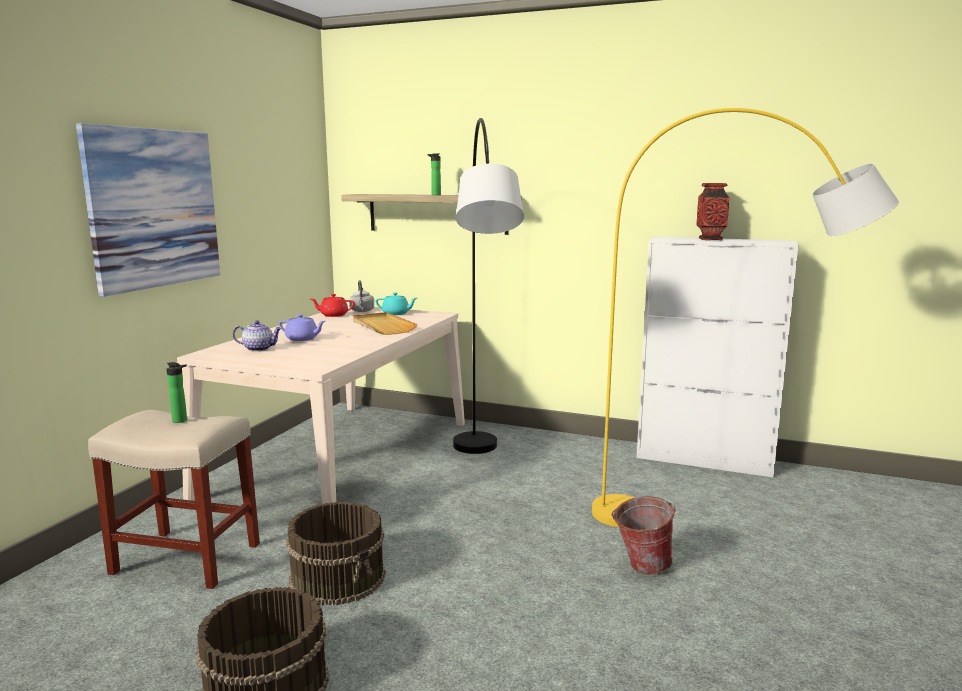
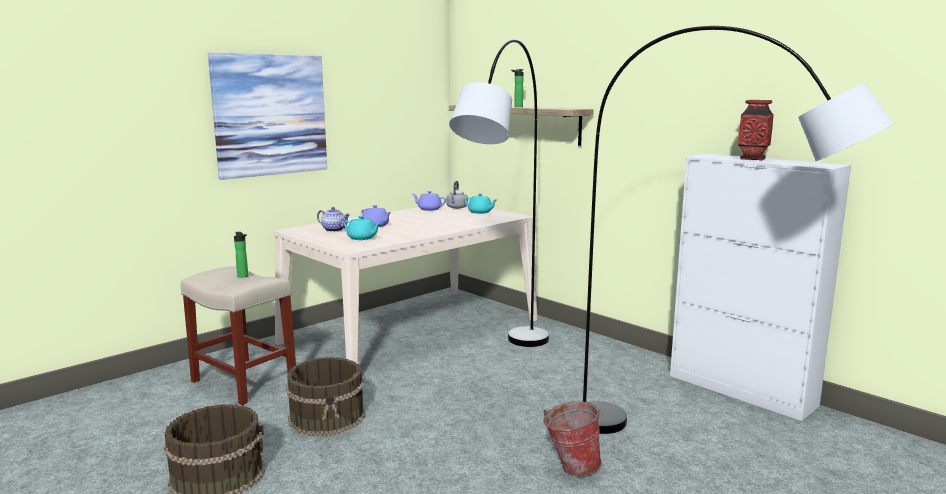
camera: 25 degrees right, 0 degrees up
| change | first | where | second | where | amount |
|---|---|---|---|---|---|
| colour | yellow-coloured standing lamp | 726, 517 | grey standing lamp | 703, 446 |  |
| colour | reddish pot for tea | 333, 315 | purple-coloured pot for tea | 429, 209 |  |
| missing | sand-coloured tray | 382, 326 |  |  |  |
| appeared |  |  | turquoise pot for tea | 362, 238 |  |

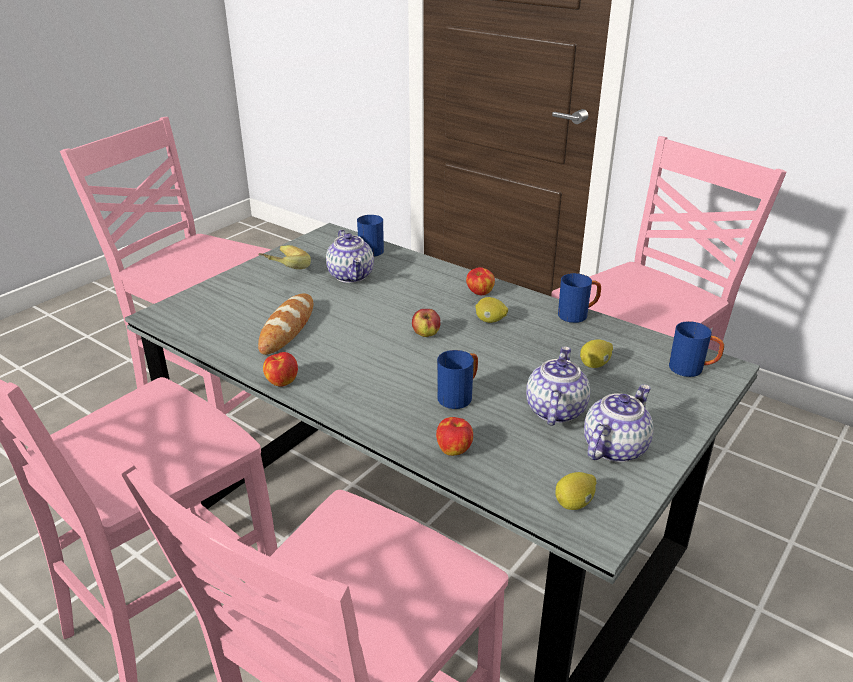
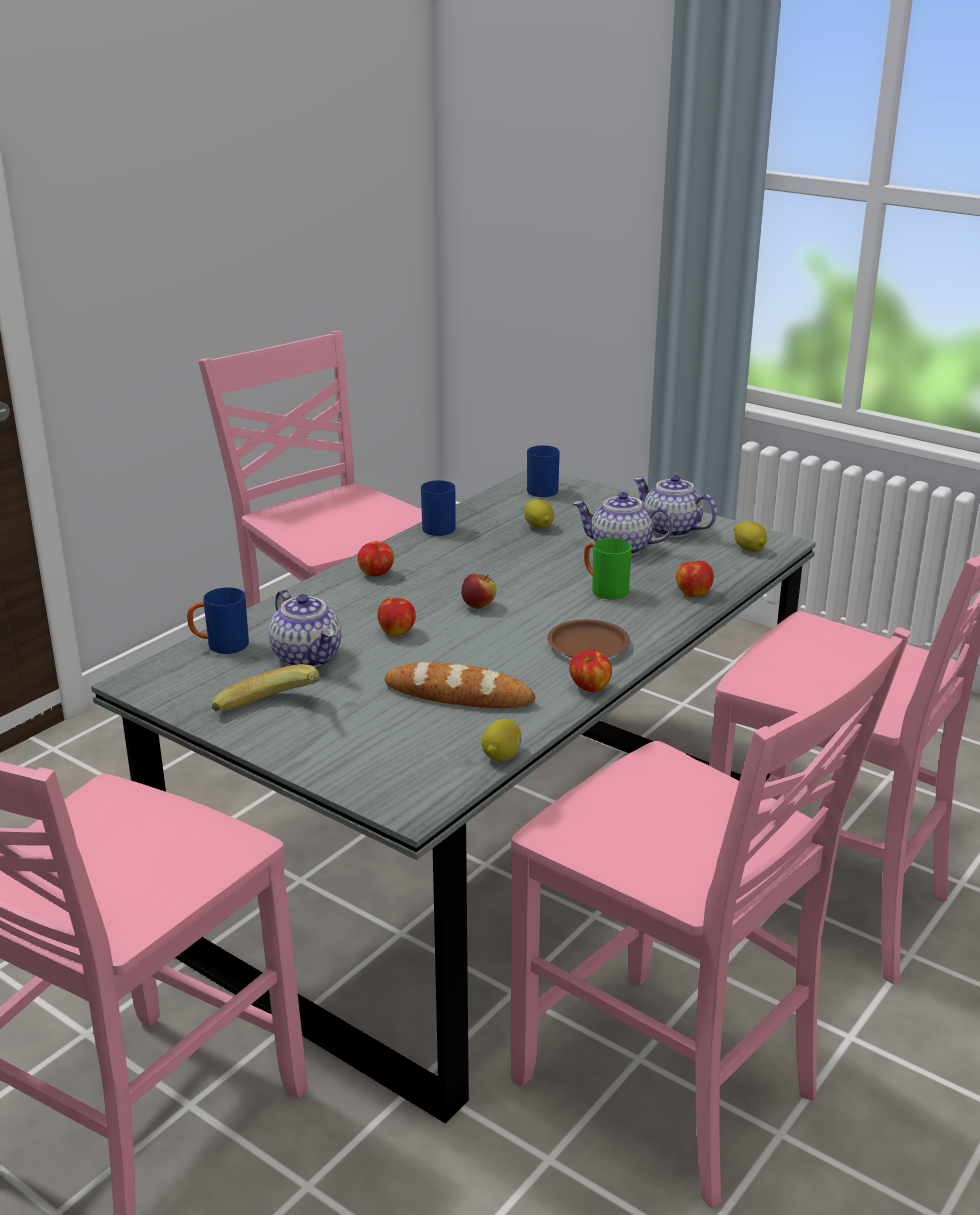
camera: 90 degrees left, 5 degrees down
| change | first | where | second | where | amount |
|---|---|---|---|---|---|
| spun | pot for tea | 351, 276 |  | 308, 657 | 75 degrees clockwise |
| relocated | lemon | 490, 321 |  | 502, 755 |  |
| colour | bluish coffee mug | 459, 396 | greenish coffee mug | 604, 589 |  |
| appeared |  |  | apple | 397, 632 |  |
| appeared |  |  | brown-coloured plate | 587, 645 |  |

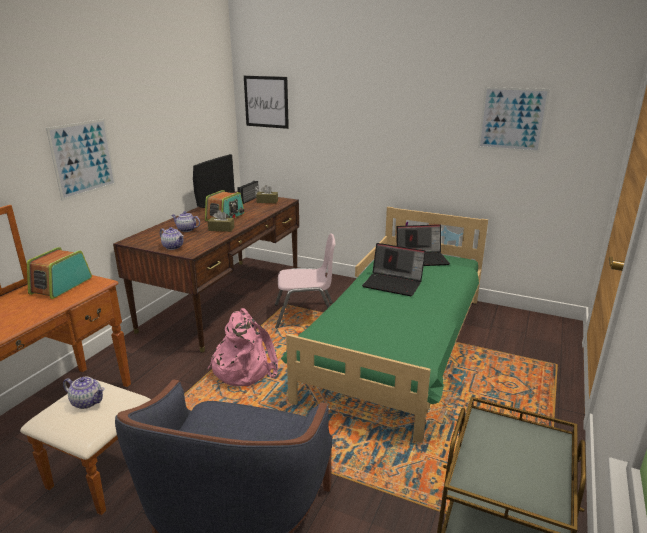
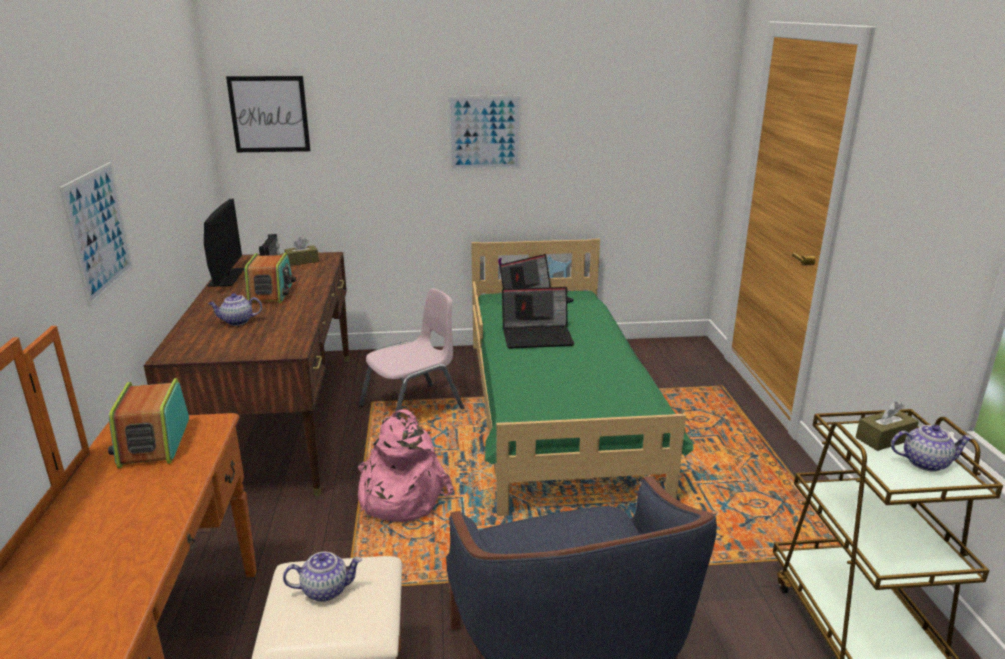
camera: 30 degrees left, 0 degrees up
| change | first | where | second | where | amount |
|---|---|---|---|---|---|
| relocated | picture | 512, 119 |  | 485, 133 |  |
| relocated | brown-coloured tissue holder | 221, 229 |  | 884, 439 |  |
| relocated | pot for tea | 173, 247 |  | 925, 462 |  |

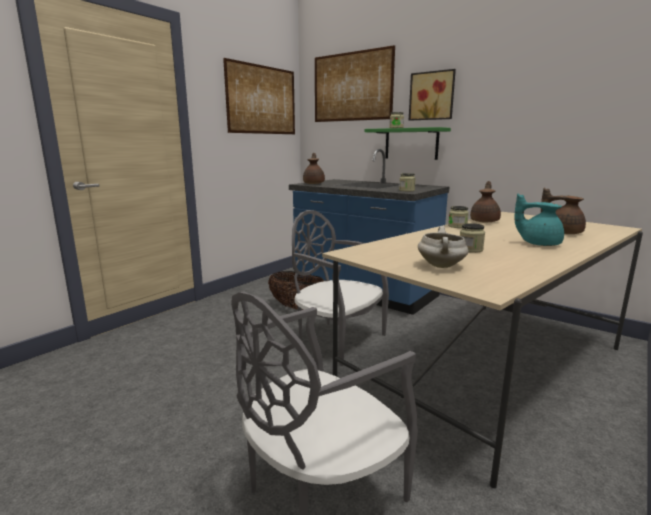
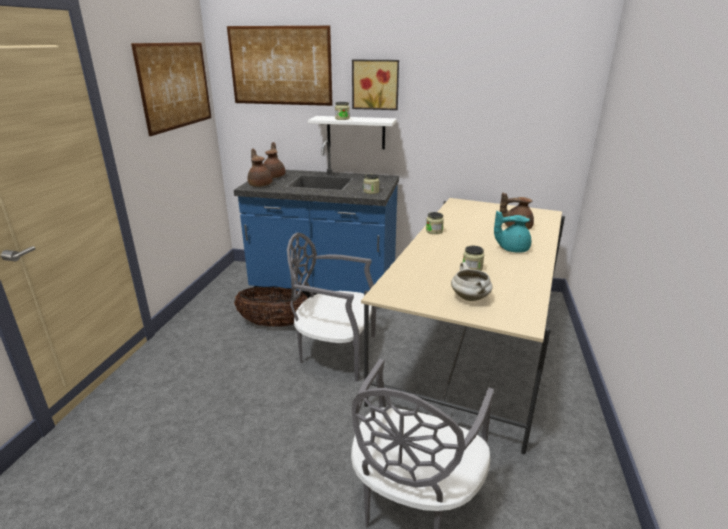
camera: 25 degrees left, 10 degrees up
| change | first | where | second | where | amount |
|---|---|---|---|---|---|
| colour | greenish bracket shelf | 411, 144 | white-coloured bracket shelf | 356, 132 |  |
| relocated | brown-coloured pot for tea | 485, 221 |  | 274, 176 |  |

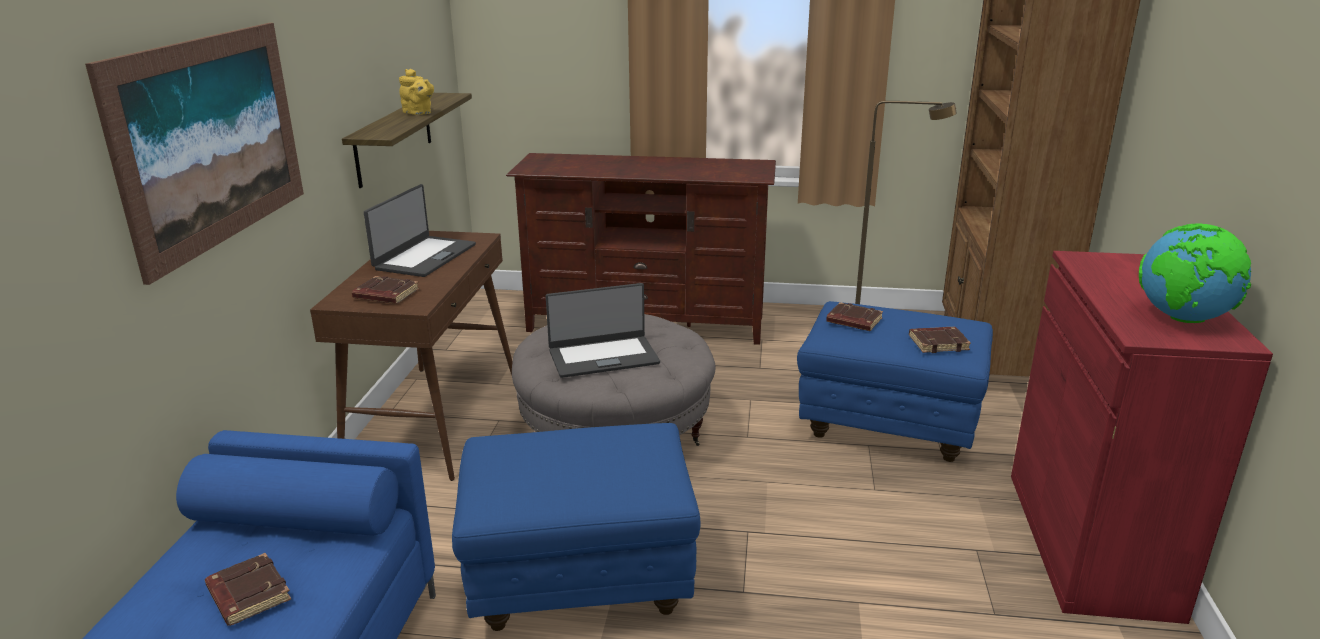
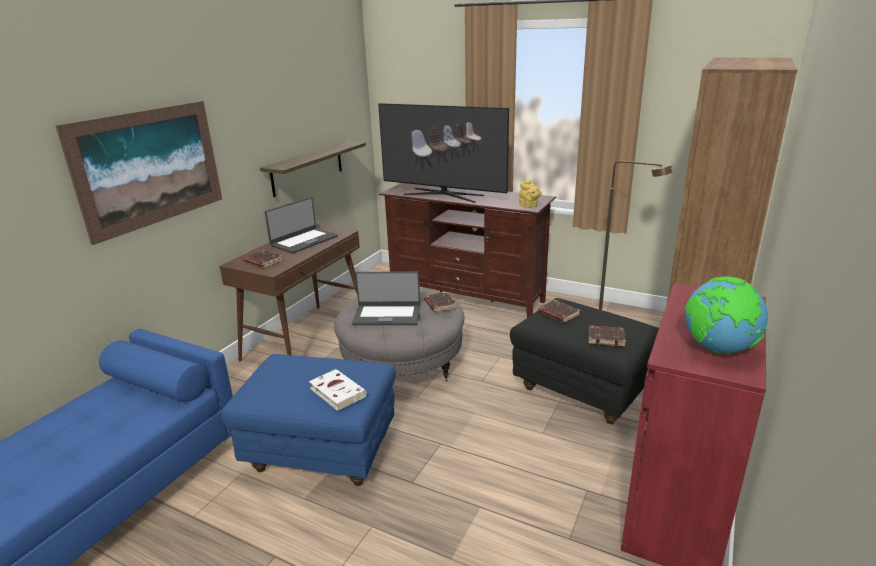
camera: 20 degrees right, 0 degrees up
| change | first | where | second | where | amount |
|---|---|---|---|---|---|
| relocated | yellow-coloured pot for tea | 419, 113 |  | 529, 206 |  |
| colour | bluish footrest | 889, 427 | black footrest | 582, 391 |  |
| relocated | brown-coloured book | 247, 594 |  | 439, 304 |  |
| appeared |  |  | television | 443, 195 |  |
| appeared |  |  | white-coloured book | 336, 392 |  |

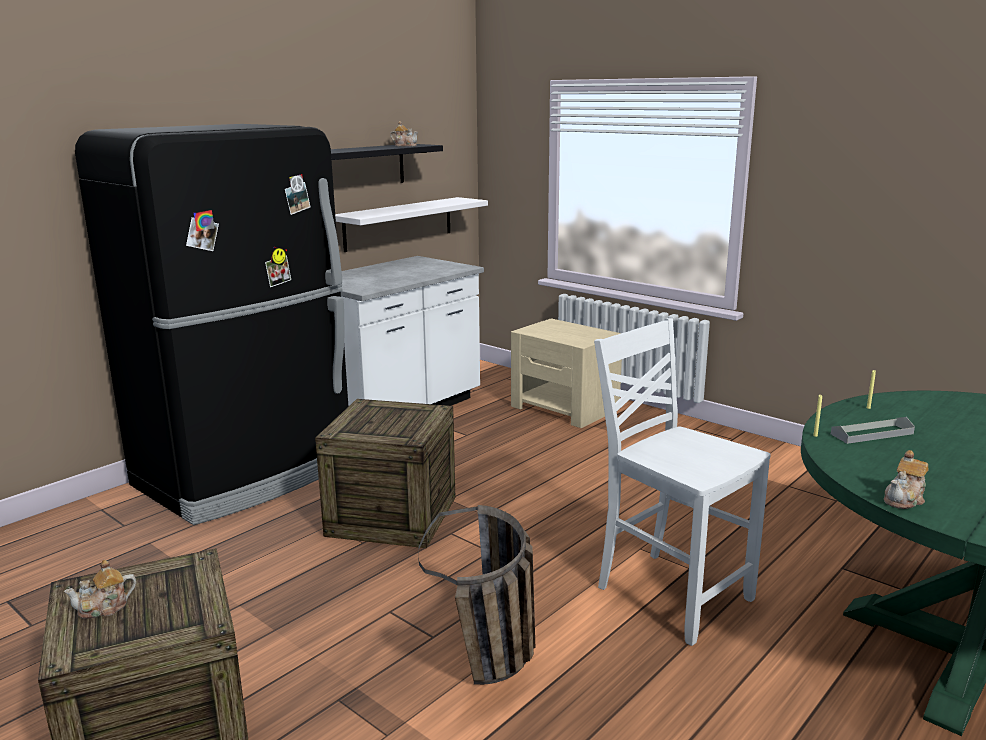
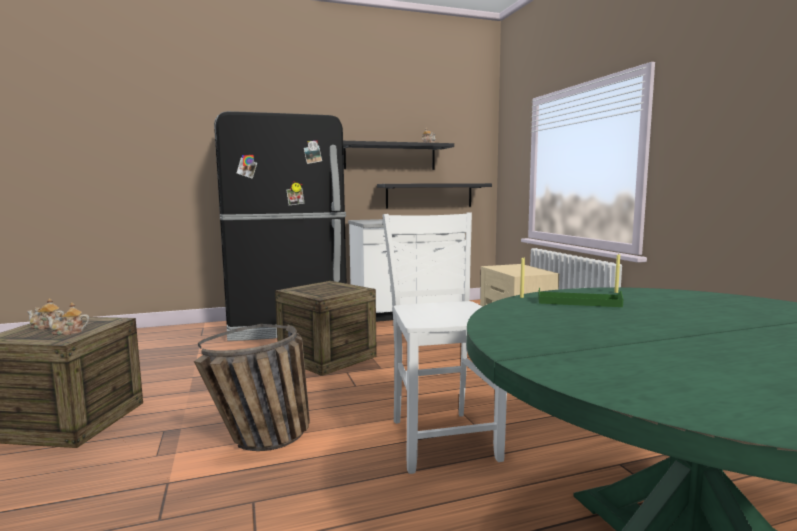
camera: 30 degrees right, 10 degrees down
| change | first | where | second | where | amount |
|---|---|---|---|---|---|
| colour | white-coloured bracket shelf | 399, 223 | black bracket shelf | 429, 195 |  |
| colour | grey tray | 872, 434 | greenish tray | 578, 302 |  |
| relocated | pot for tea | 904, 499 |  | 68, 332 |  |

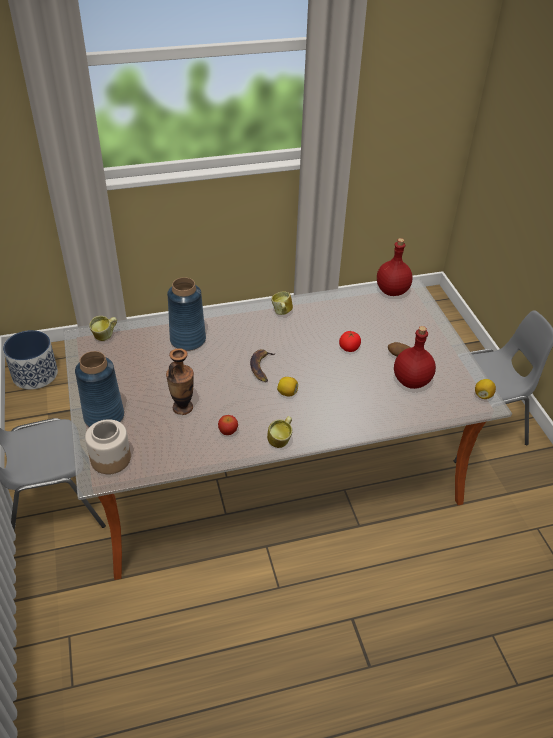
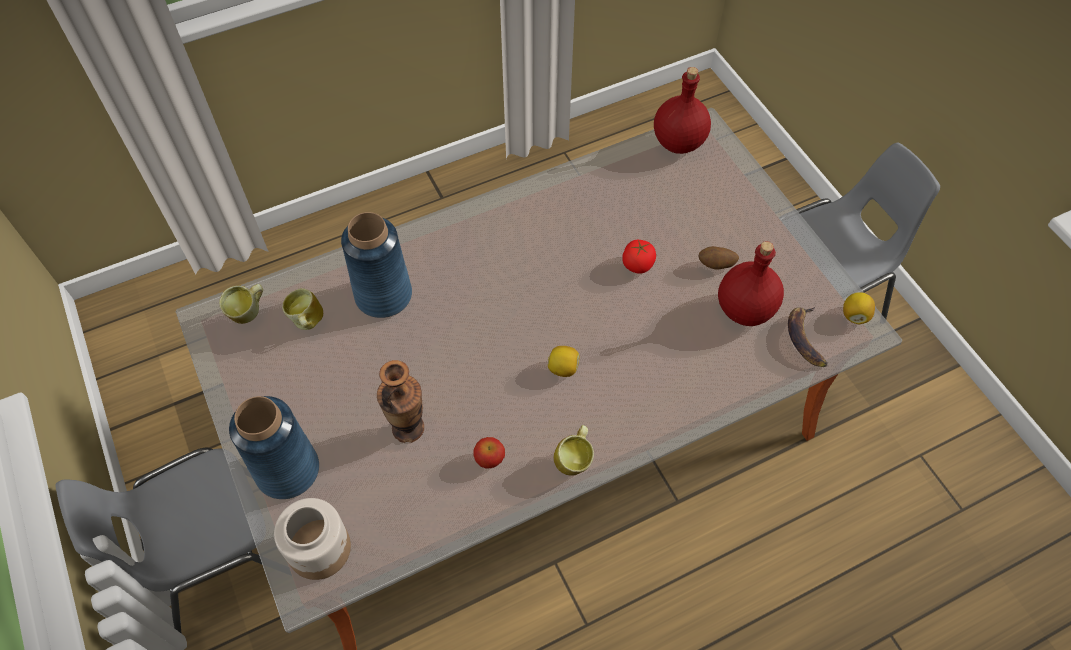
camera: 10 degrees left, 15 degrees up
| change | first | where | second | where | amount |
|---|---|---|---|---|---|
| relocated | coffee mug | 281, 313 |  | 307, 323 |  |
| missing | planter | 34, 375 |  |  |  |
| relocated | banana | 261, 367 |  | 804, 338 |  |

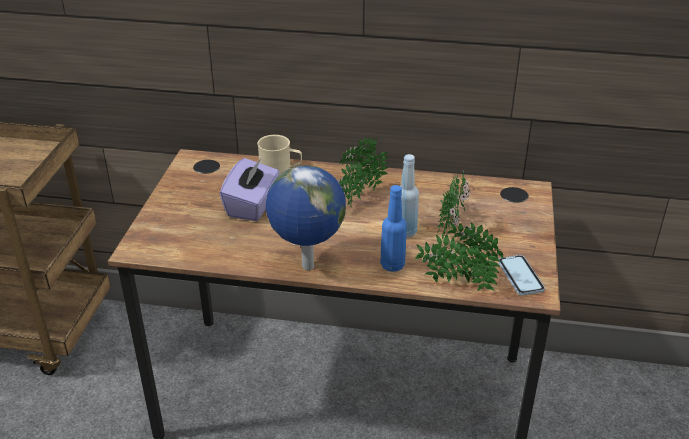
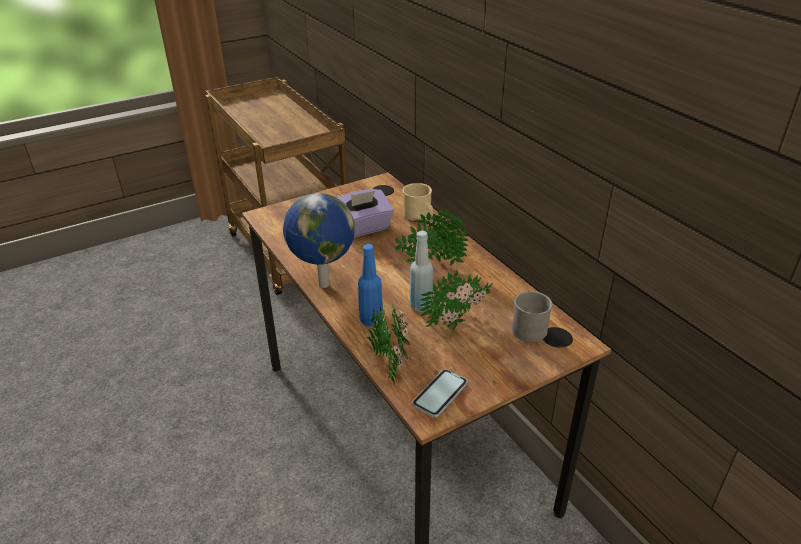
camera: 50 degrees right, 0 degrees up
| change | first | where | second | where | amount |
|---|---|---|---|---|---|
| appeared |  |  | grey coffee mug | 527, 326 |  |

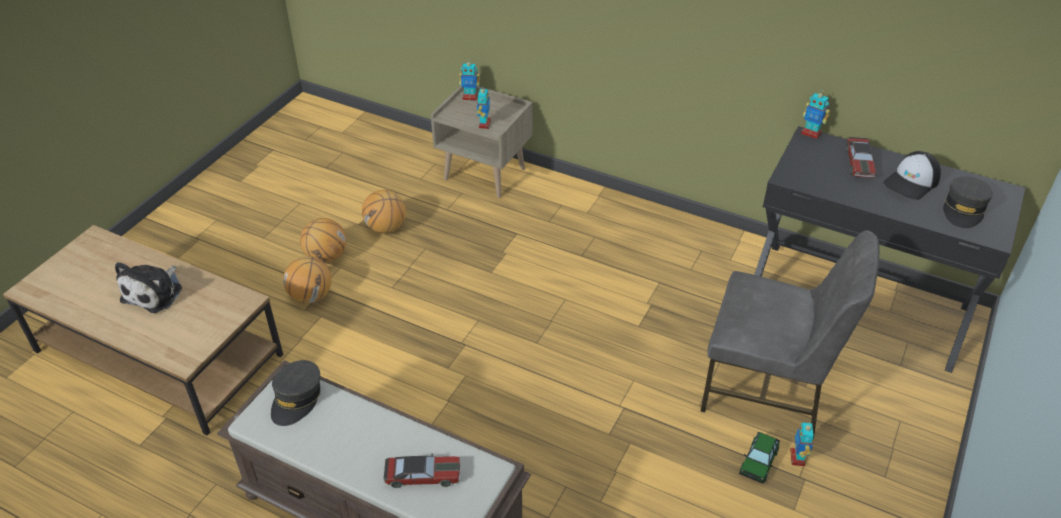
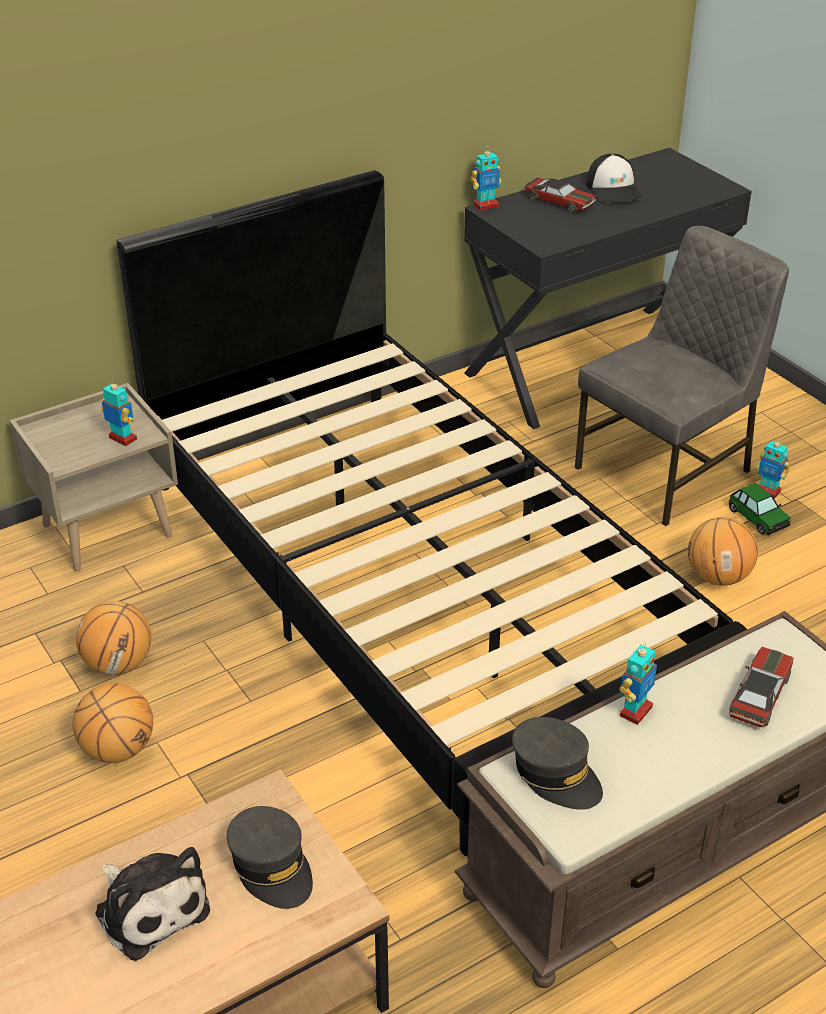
camera: 60 degrees left, 5 degrees down
| change | first | where | second | where | amount |
|---|---|---|---|---|---|
| relocated | robot figure | 470, 97 |  | 635, 711 |  |
| relocated | grey peaked cap | 964, 209 |  | 272, 867 |  |
| relocated | ball for basketball | 311, 296 |  | 717, 577 |  |
| appeared |  |  | black bedroom bed | 412, 590 |  |

